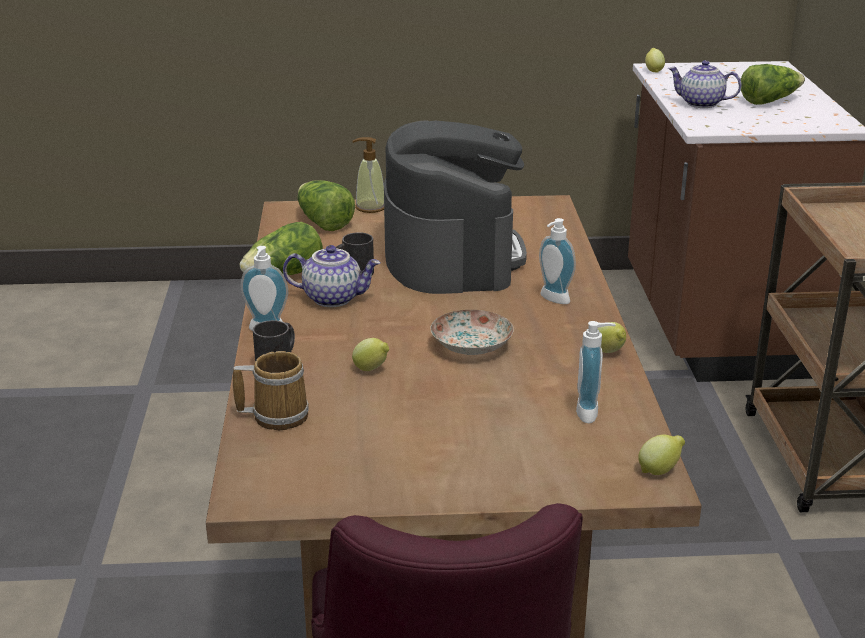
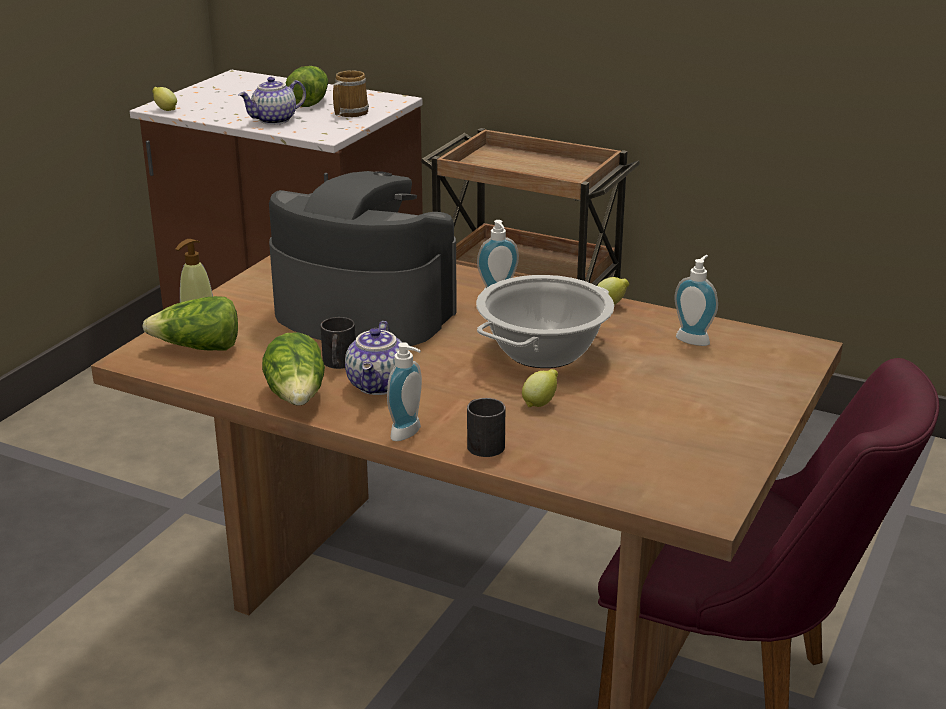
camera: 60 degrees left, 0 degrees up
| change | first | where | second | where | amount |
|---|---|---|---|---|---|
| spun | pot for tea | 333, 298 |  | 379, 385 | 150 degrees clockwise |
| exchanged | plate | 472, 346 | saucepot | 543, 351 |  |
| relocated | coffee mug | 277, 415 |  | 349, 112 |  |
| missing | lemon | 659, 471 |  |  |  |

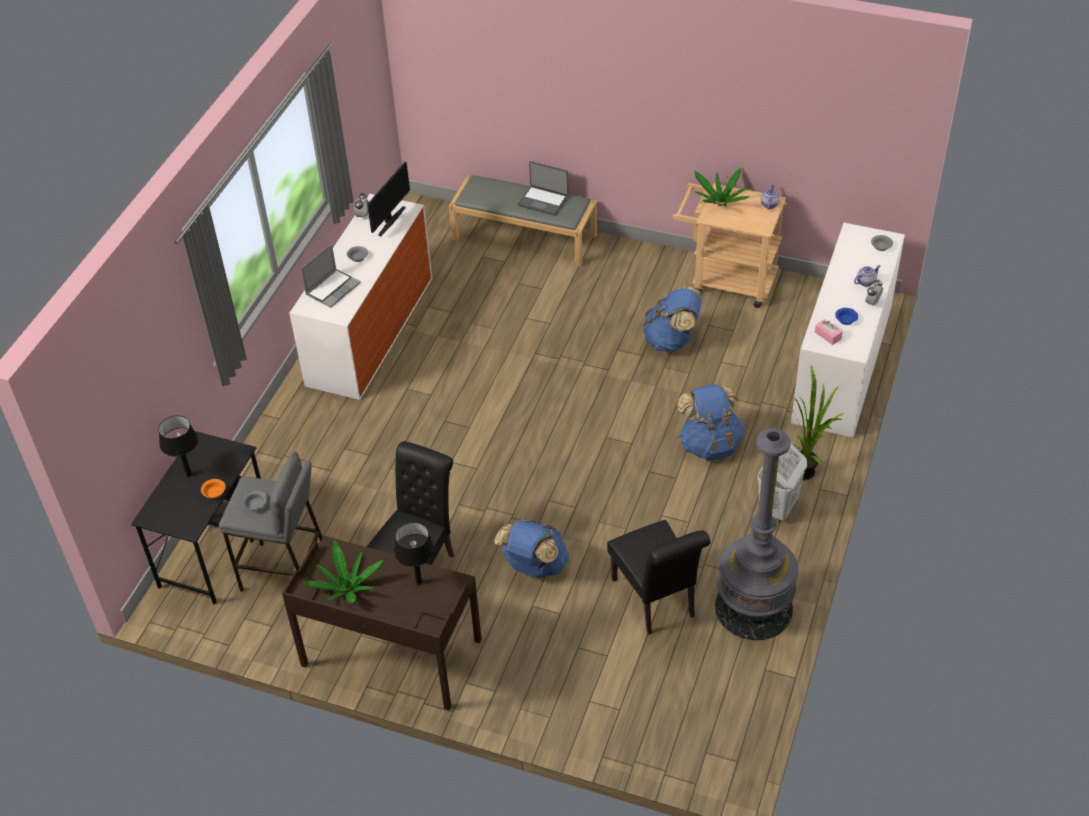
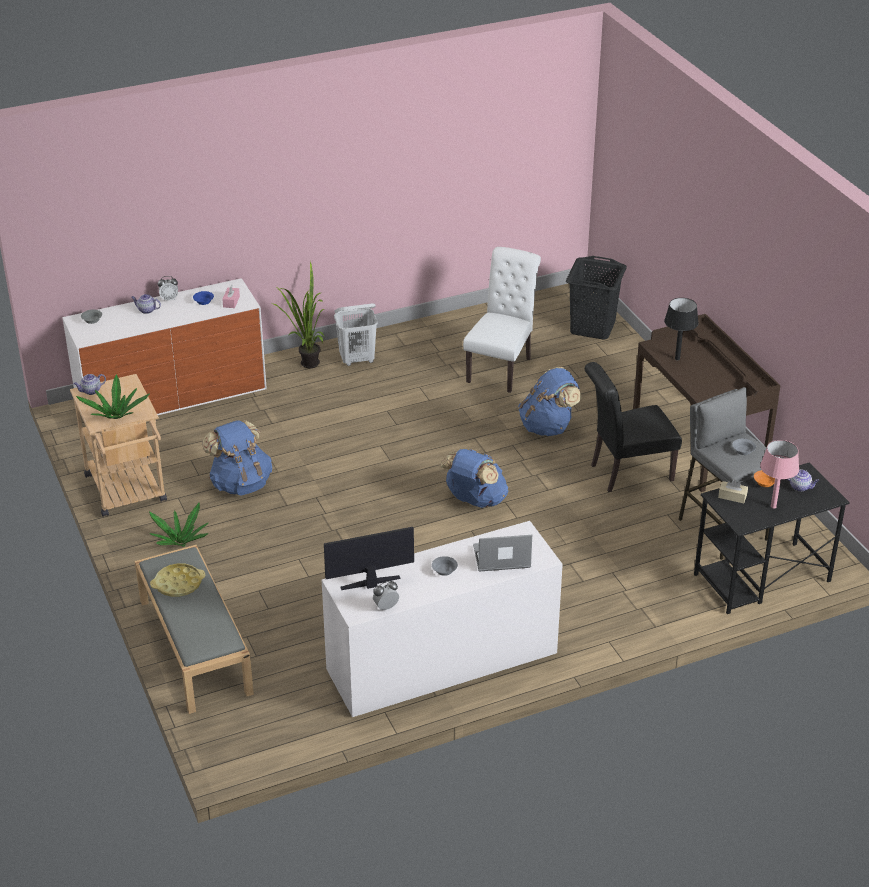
camera: 135 degrees left, 10 degrees down
| change | first | where | second | where | amount |
|---|---|---|---|---|---|
| exchanged | laptop | 543, 201 | yellow-coloured tray | 178, 584 |  |
| relocated | bluish knapsack | 710, 444 |  | 475, 501 |  |
| colour | black tabletop lamp | 188, 474 | pink tabletop lamp | 773, 506 |  |
| missing | grey standing lamp | 753, 608 |  |  |  |
| colour | black chair | 656, 601 | white-coloured chair | 501, 368 |  |
| relocated | houseplant | 347, 588 |  | 180, 542 |  |
| appeared |  |  | black hamper | 593, 327 |  |
| appeared |  |  | pot for tea | 800, 487 |  |
| appeared |  |  | sand-coloured tissue holder | 732, 496 |  |

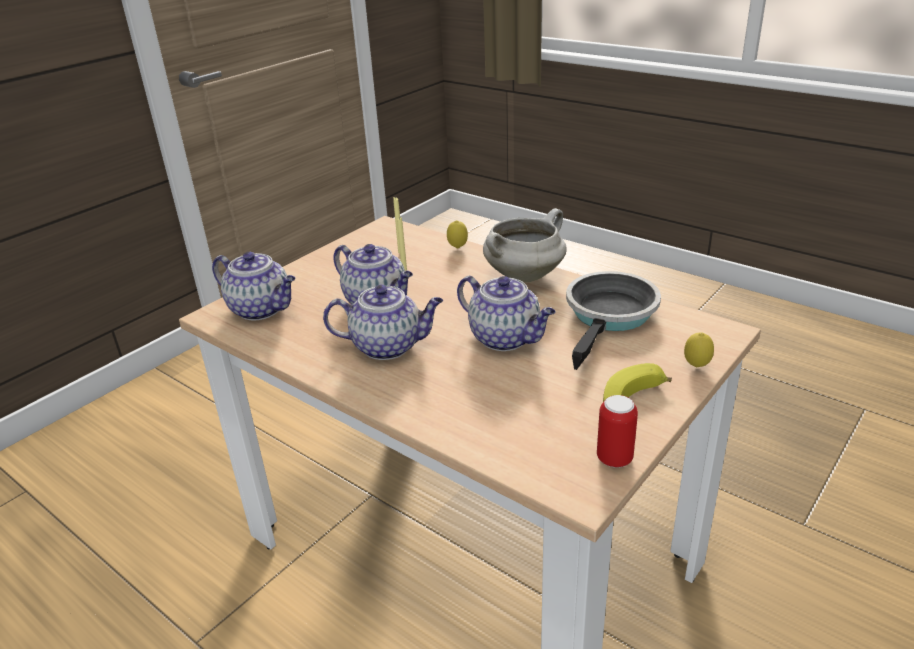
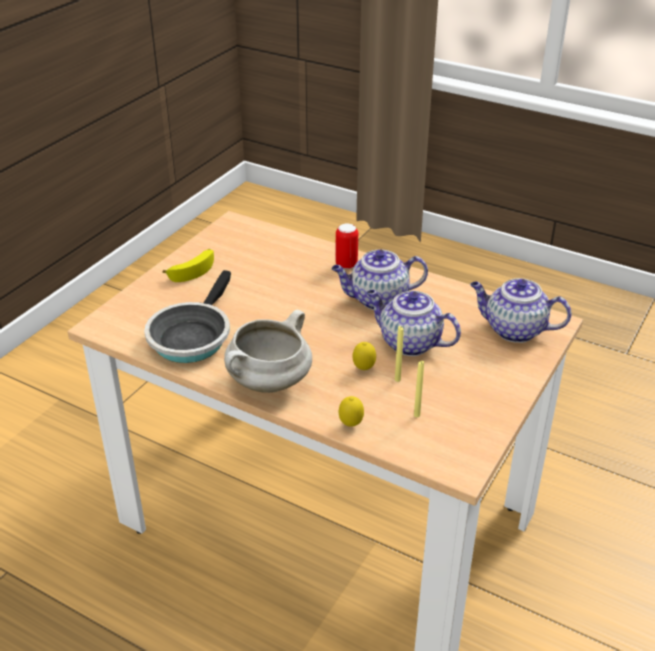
camera: 170 degrees right, 5 degrees up
| change | first | where | second | where | amount |
|---|---|---|---|---|---|
| missing | pot for tea | 506, 338 |  |  |  |
| relocated | lemon | 696, 367 |  | 363, 369 |  |
| relocated | metal can | 614, 459 |  | 346, 265 |  |

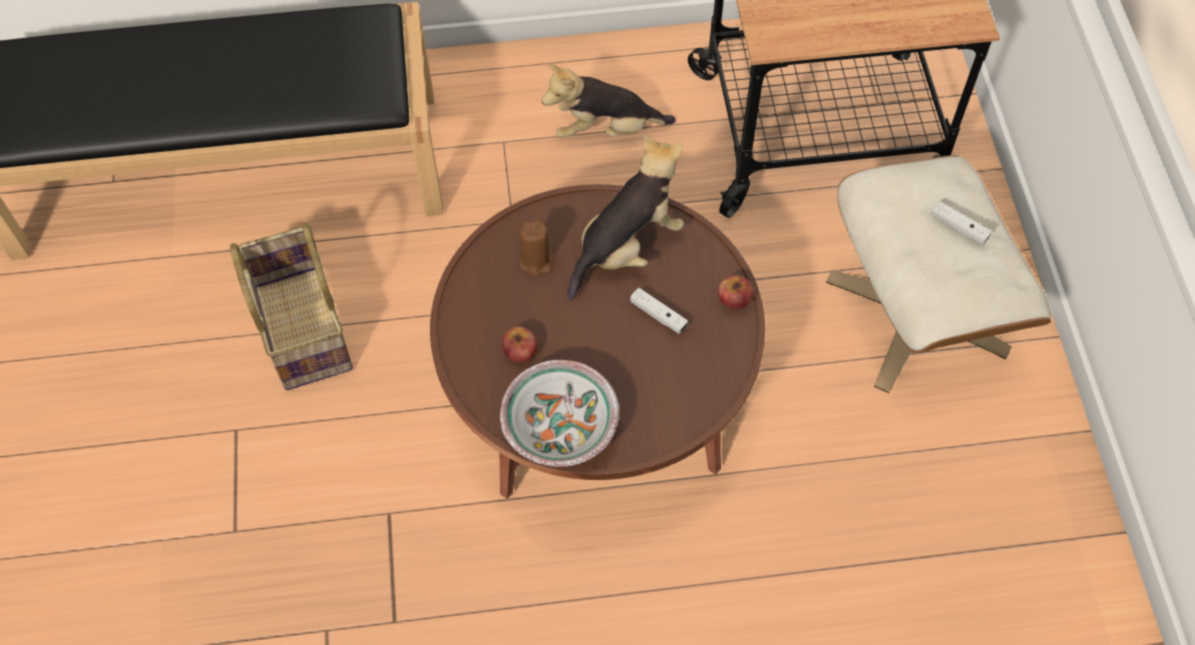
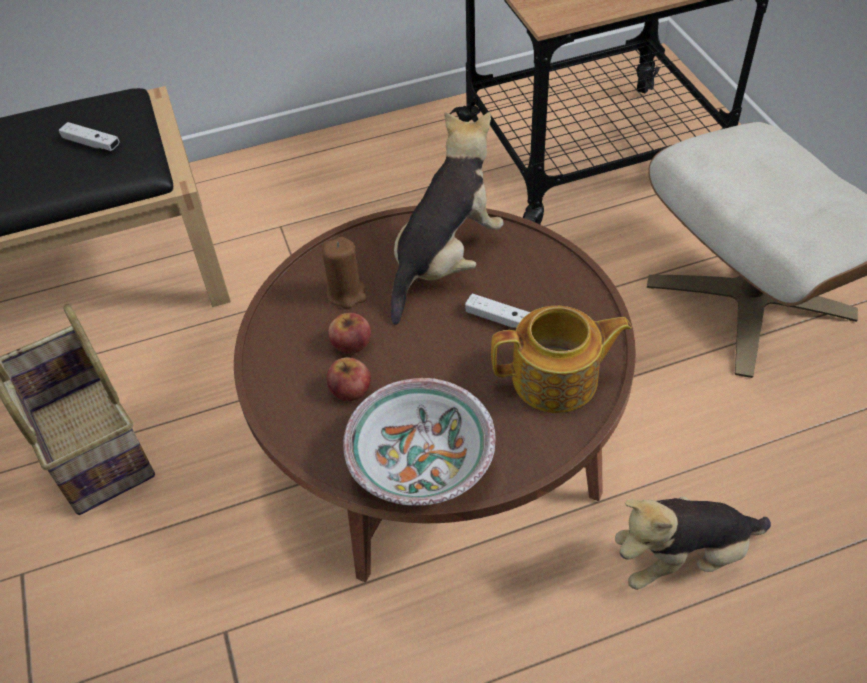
camera: 10 degrees left, 10 degrees down
| change | first | where | second | where | amount |
|---|---|---|---|---|---|
| relocated | soft toy | 605, 130 |  | 683, 557 |  |
| relocated | white-coloured gamepad | 958, 227 |  | 91, 143 |  |
| relocated | apple | 734, 298 |  | 351, 342 |  |
| appeared |  |  | pot for tea | 557, 379 |  |

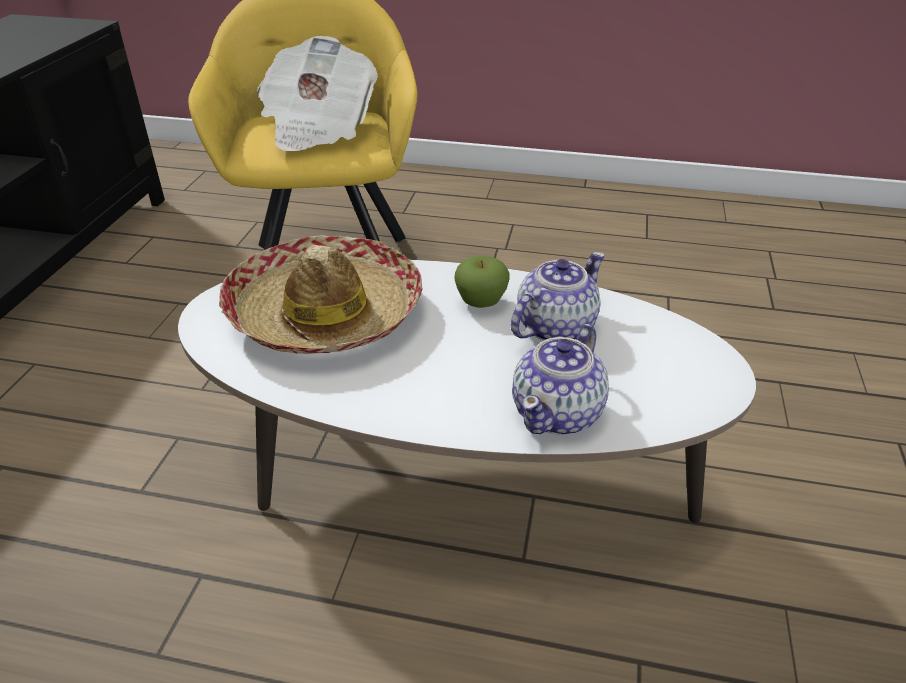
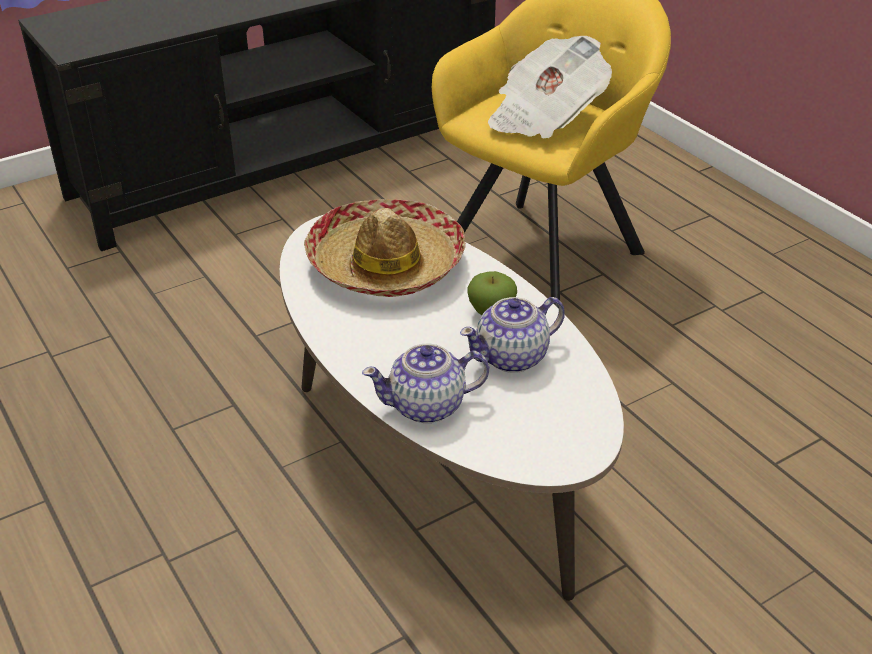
camera: 45 degrees right, 0 degrees up
| change | first | where | second | where | amount |
|---|---|---|---|---|---|
| spun | pot for tea | 554, 327 |  | 513, 357 | 150 degrees clockwise |

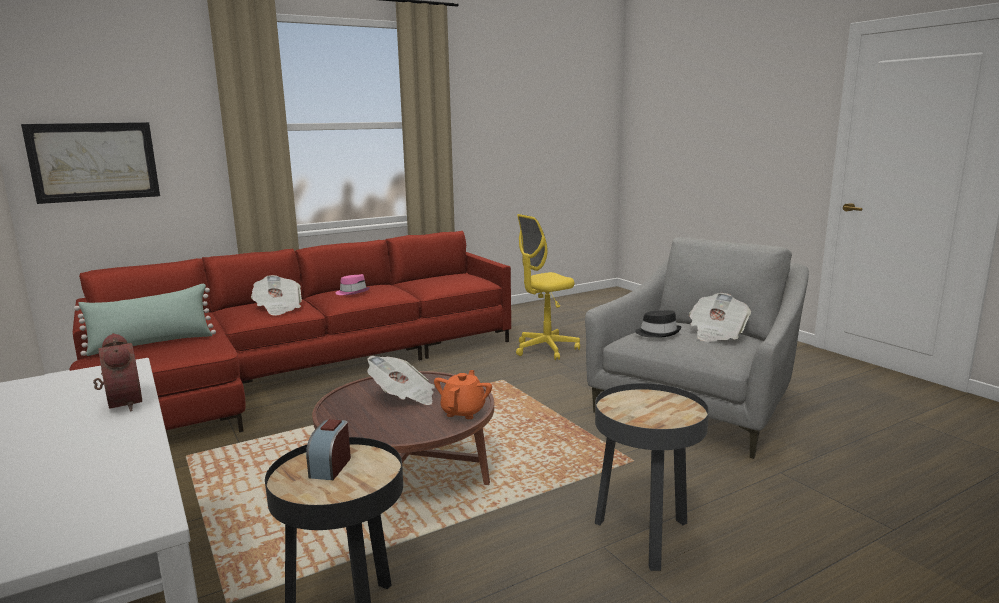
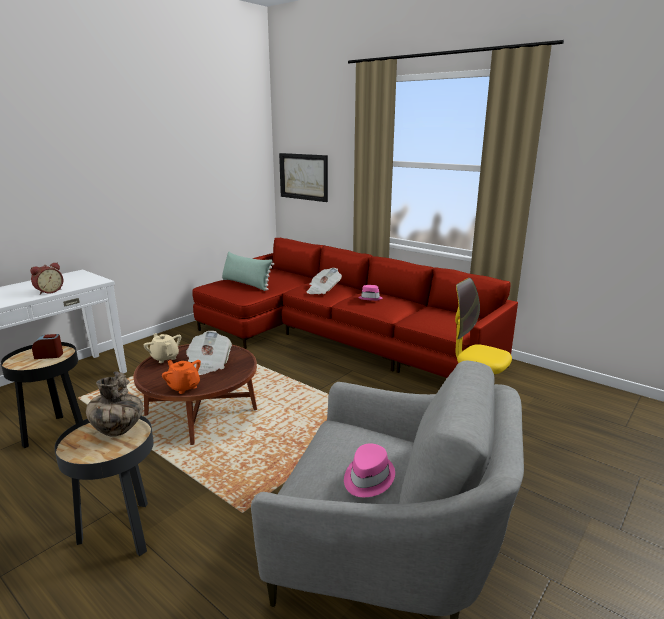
camera: 70 degrees right, 5 degrees up
| change | first | where | second | where | amount |
|---|---|---|---|---|---|
| exchanged | printed paper | 716, 333 | pink clothing hat | 367, 478 |  |
| missing | black clothing hat | 658, 333 |  |  |  |
| spun | orange pot for tea | 463, 412 |  | 184, 387 | 135 degrees counterclockwise |
| appeared |  |  | sand-coloured pot for tea | 165, 358 |  |
| appeared |  |  | decorative vase | 118, 430 |  |

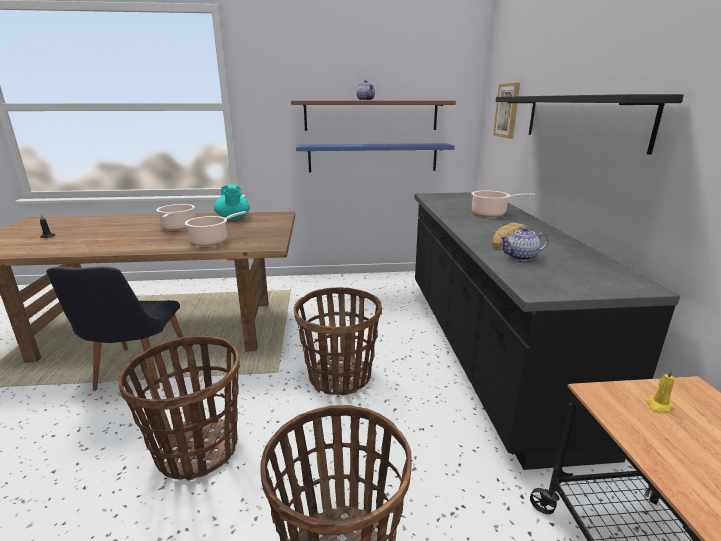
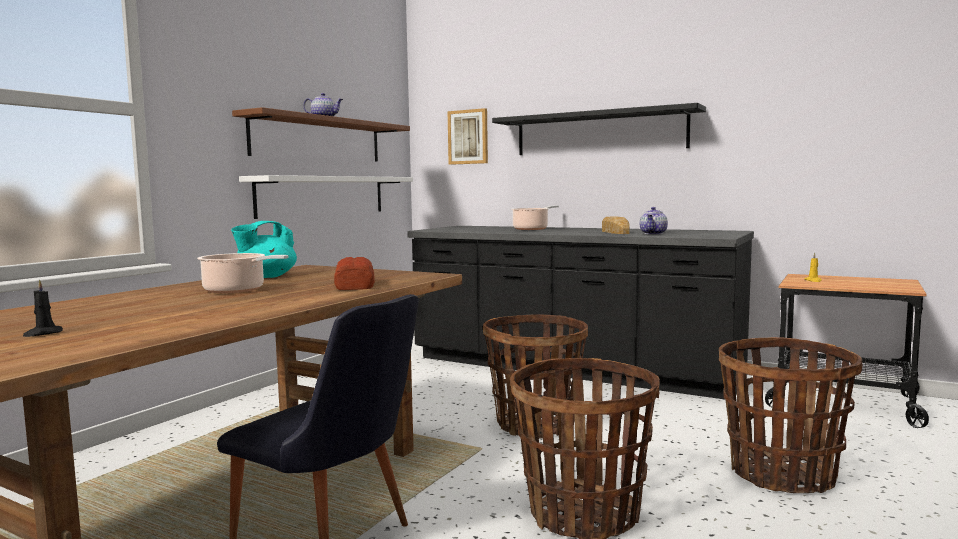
camera: 55 degrees left, 15 degrees down
| change | first | where | second | where | amount |
|---|---|---|---|---|---|
| colour | bluish bracket shelf | 373, 157 | white-coloured bracket shelf | 323, 196 |  |
| spun | turquoise pot for tea | 233, 218 |  | 266, 276 | 120 degrees clockwise |
| exchanged | saucepot | 211, 241 | bakery bread | 355, 285 |  |

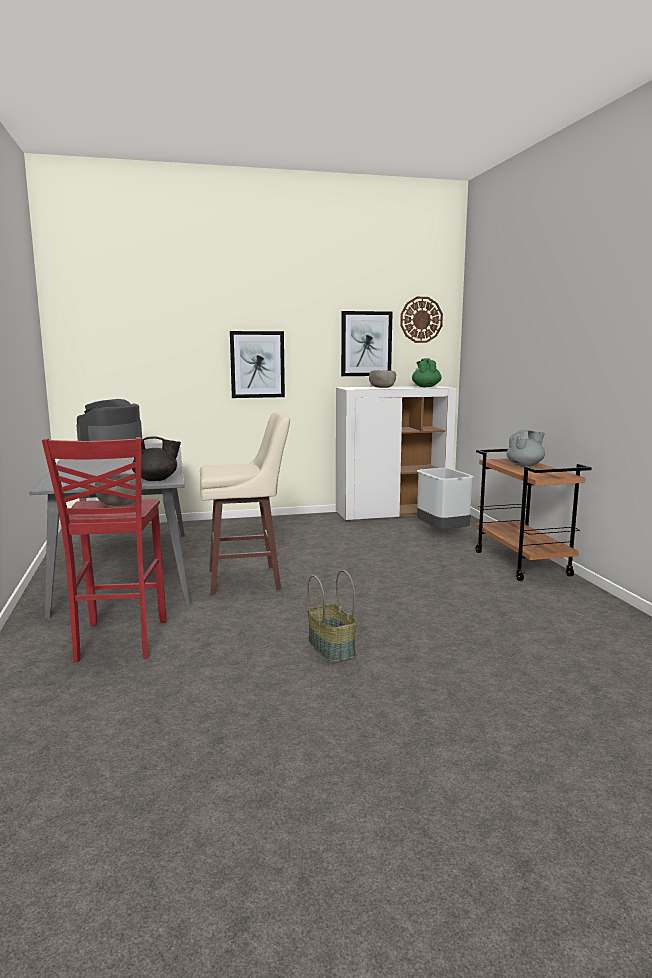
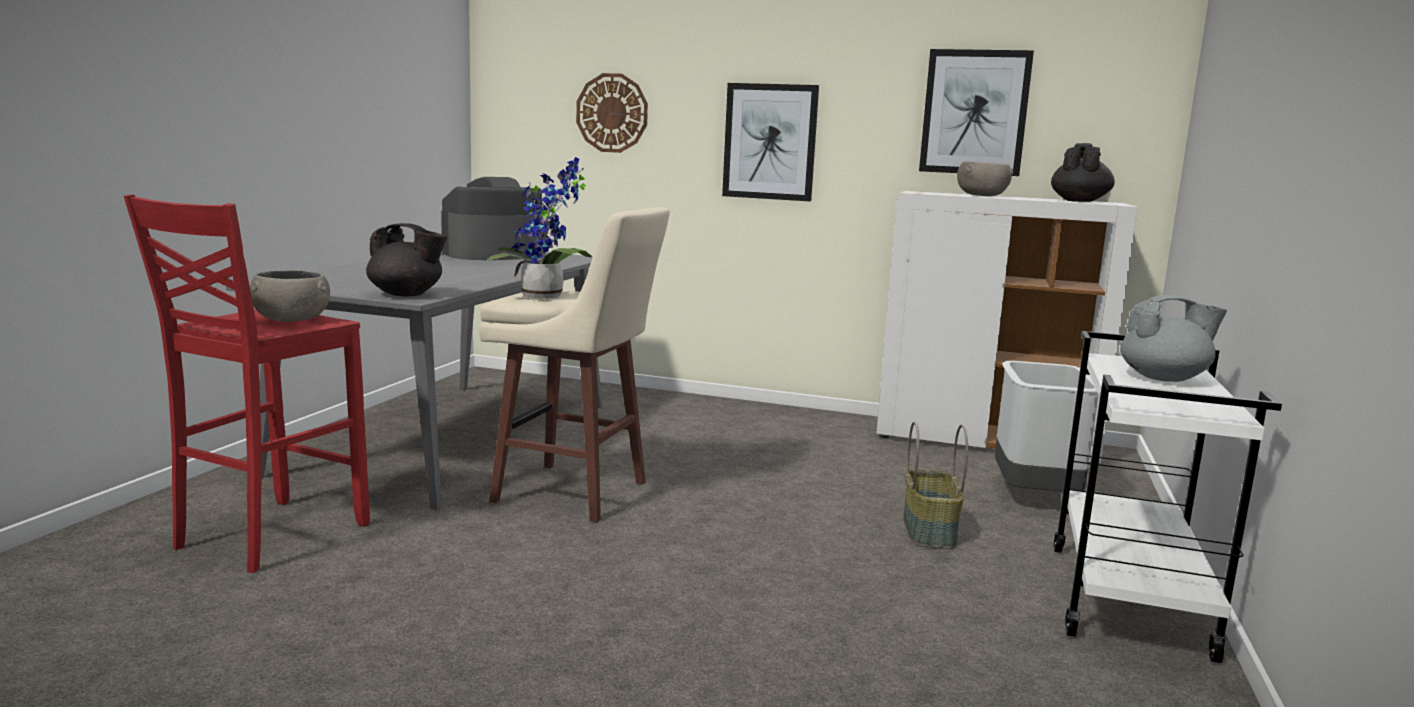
camera: 30 degrees right, 0 degrees up
| change | first | where | second | where | amount |
|---|---|---|---|---|---|
| relocated | clock on the wall | 421, 319 |  | 612, 113 |  |
| colour | greenish pot for tea | 426, 387 | black pot for tea | 1079, 201 |  |
| colour | brown-coloured trolley | 523, 564 | white-coloured trolley | 1129, 601 |  |
| relocated | household basket | 332, 647 |  | 930, 531 |  |
| appeared |  |  | houseplant | 546, 297 |  |

